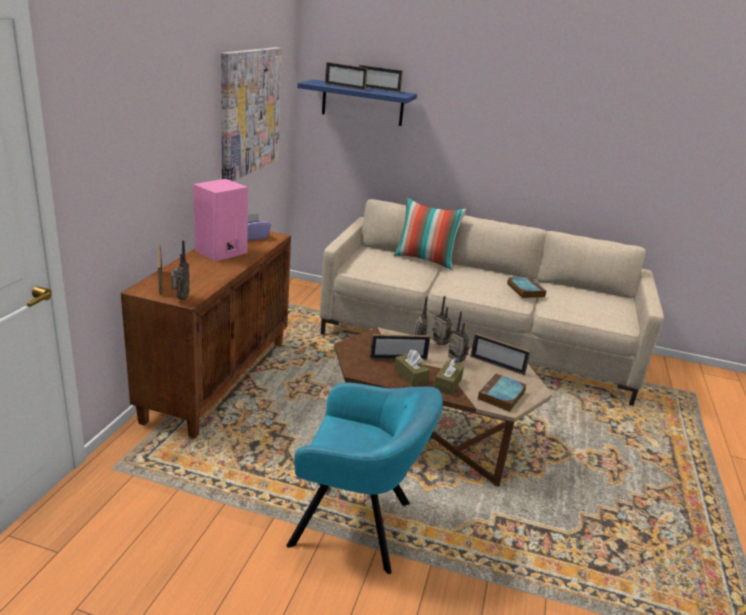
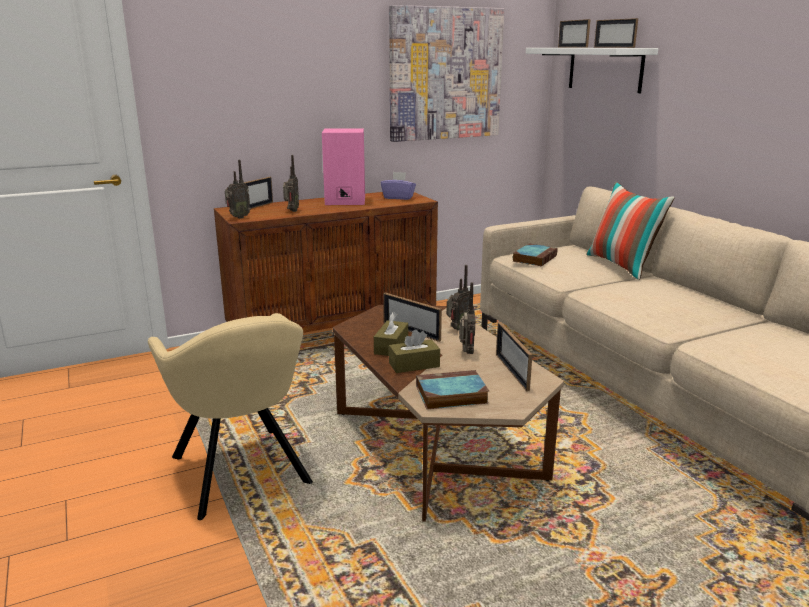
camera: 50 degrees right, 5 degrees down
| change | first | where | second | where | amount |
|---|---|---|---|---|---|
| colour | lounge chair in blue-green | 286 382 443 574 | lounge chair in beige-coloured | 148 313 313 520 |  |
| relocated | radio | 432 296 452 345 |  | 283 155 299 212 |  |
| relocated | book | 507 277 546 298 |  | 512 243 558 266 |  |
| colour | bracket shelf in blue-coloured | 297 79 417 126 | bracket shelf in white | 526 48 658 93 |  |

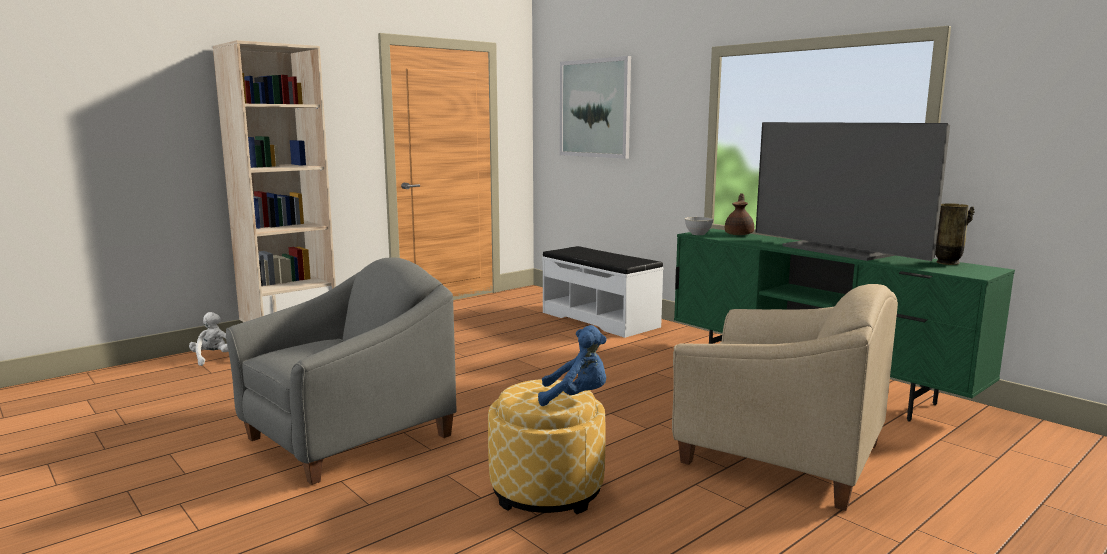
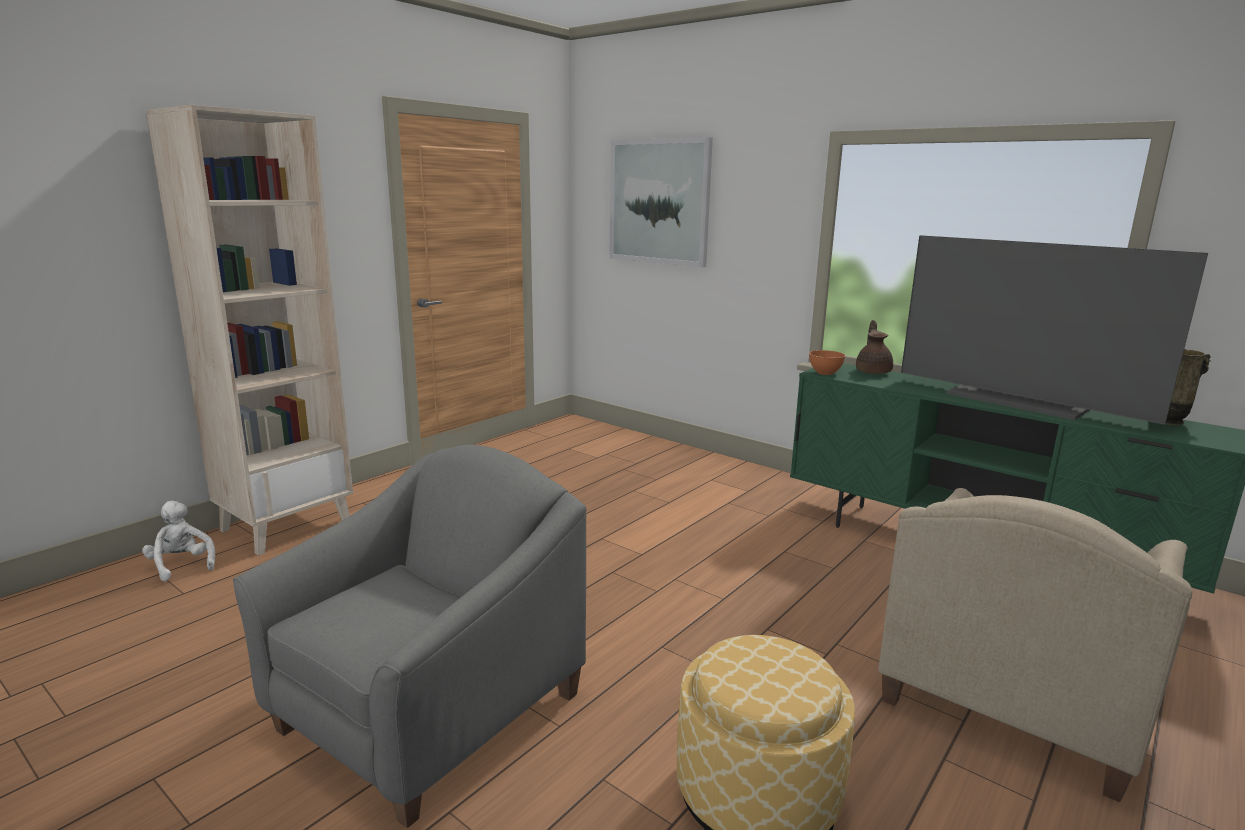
camera: 10 degrees left, 5 degrees up
| change | first | where | second | where | amount |
|---|---|---|---|---|---|
| colour | deep dish in greyish | 685 217 713 235 | deep dish in orange | 809 350 846 375 |  |
| spun | lounge chair in beige-coloured | 672 284 898 511 |  | 878 488 1193 802 | 105 degrees clockwise |
| missing | cuddly toy in blue-coloured | 538 325 607 406 |  |  |  |
| missing | bench in white | 542 246 663 338 |  |  |  |

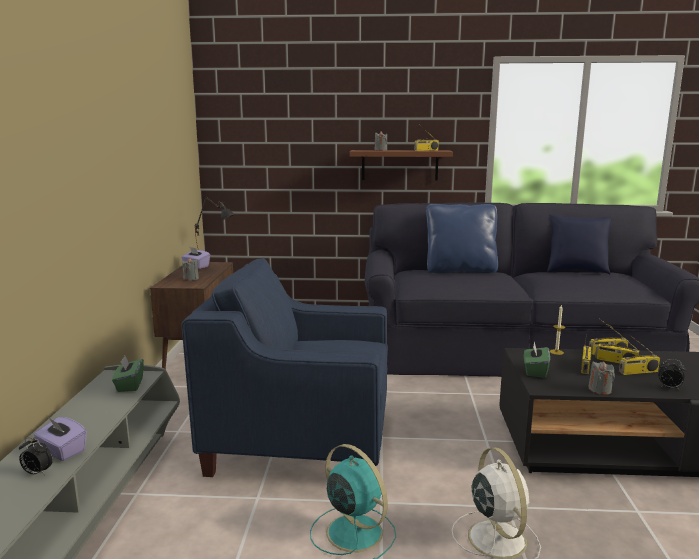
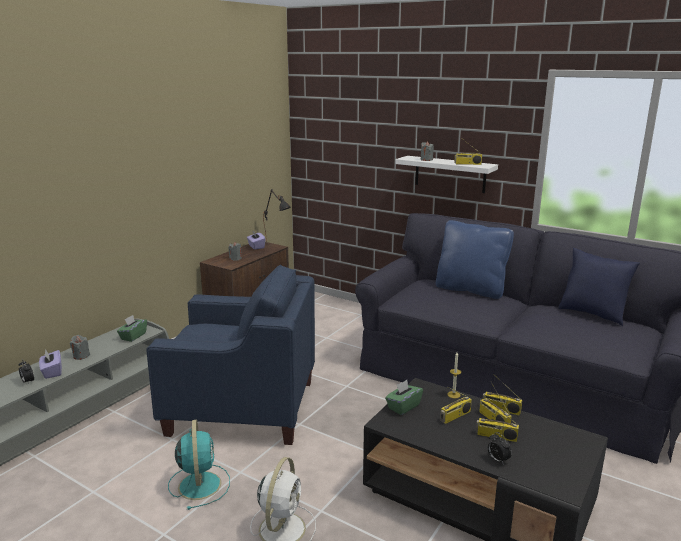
camera: 30 degrees right, 5 degrees up
| change | first | where | second | where | amount |
|---|---|---|---|---|---|
| relocated | candle in greyish | 588 361 615 395 |  | 70 335 90 360 |  |
| spun | lounge chair in blue-coloured | 181 258 388 477 |  | 146 265 315 445 | 150 degrees clockwise |
| colour | bracket shelf in brown | 350 150 453 180 | bracket shelf in white | 395 156 498 193 |  |

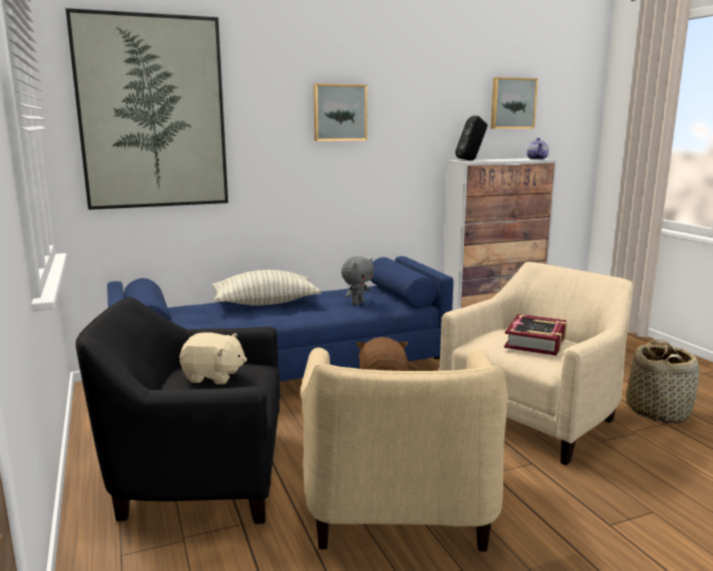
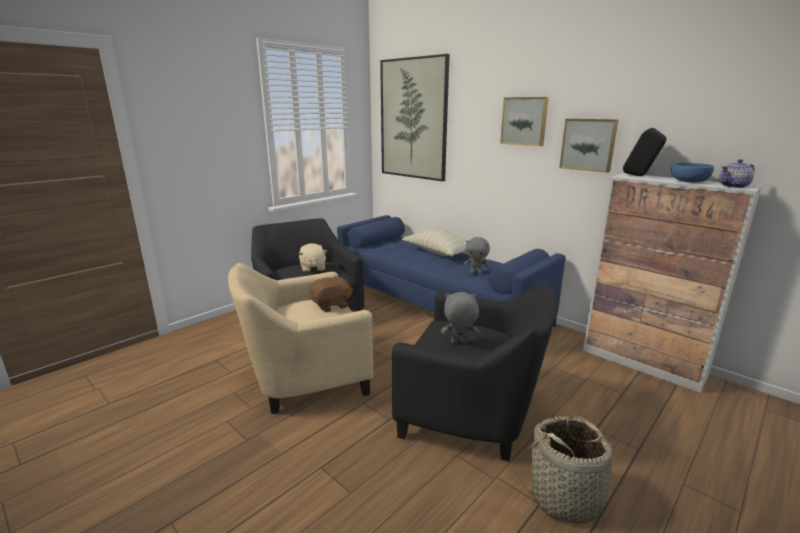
camera: 65 degrees right, 5 degrees up
| change | first | where | second | where | amount |
|---|---|---|---|---|---|
| colour | lounge chair in beige-coloured | 439 262 633 465 | lounge chair in black | 392 283 557 461 |  |
| exchanged | book | 504 314 567 356 | cuddly toy in greyish | 441 292 479 343 |  |
| relocated | wall picture | 491 77 538 129 |  | 559 119 618 173 |  |
| appeared |  |  | deep dish in blue-coloured | 671 163 714 182 |  |

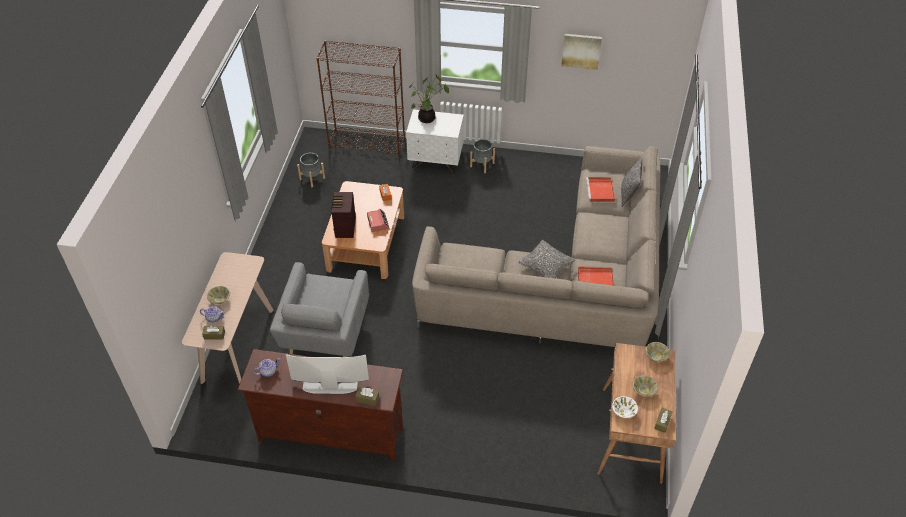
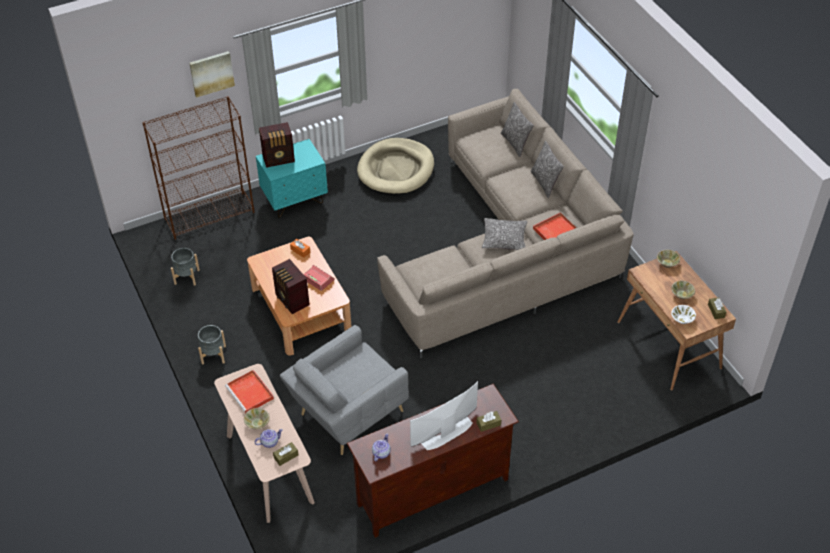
camera: 35 degrees left, 0 degrees up
| change | first | where | second | where | amount |
|---|---|---|---|---|---|
| relocated | wall picture | 561 34 602 70 |  | 189 51 235 98 |  |
| relocated | planter in greyish | 470 139 495 173 |  | 198 325 226 364 |  |
| relocated | tray in red-coloured | 586 177 615 202 |  | 225 370 274 413 |  |
| colour | bedside table in white | 406 109 464 173 | bedside table in blue-green | 256 139 328 218 |  |
| exchanged | houseplant | 409 75 449 123 | radio | 259 122 295 168 |  |
| spun | lounge chair in greyish | 270 262 369 357 |  | 280 325 409 455 | 75 degrees clockwise |
| appeared |  |  | dog bed in beige-coloured | 357 138 434 195 |  |
| appeared |  |  | throw pillow | 531 141 564 198 |  |

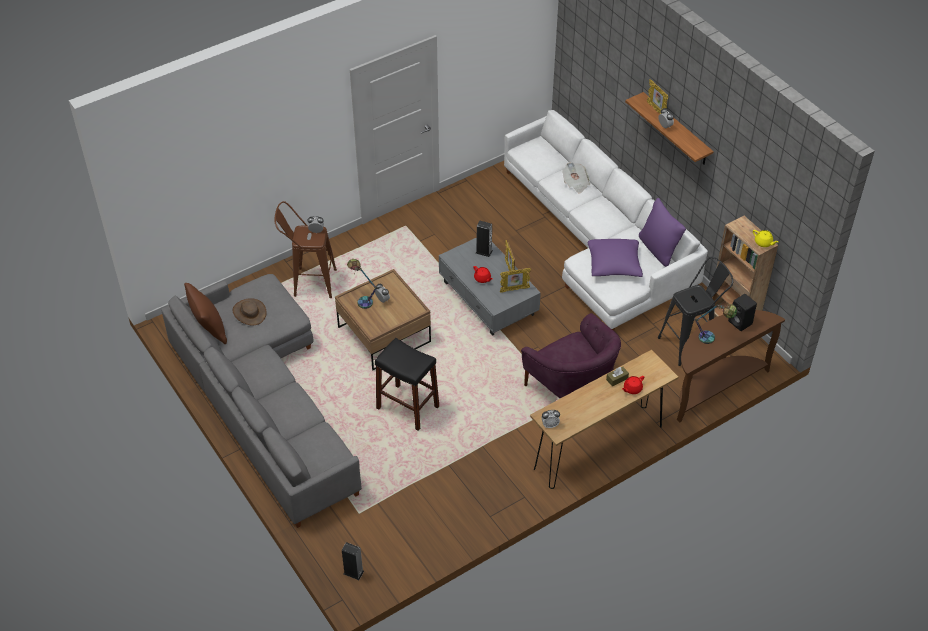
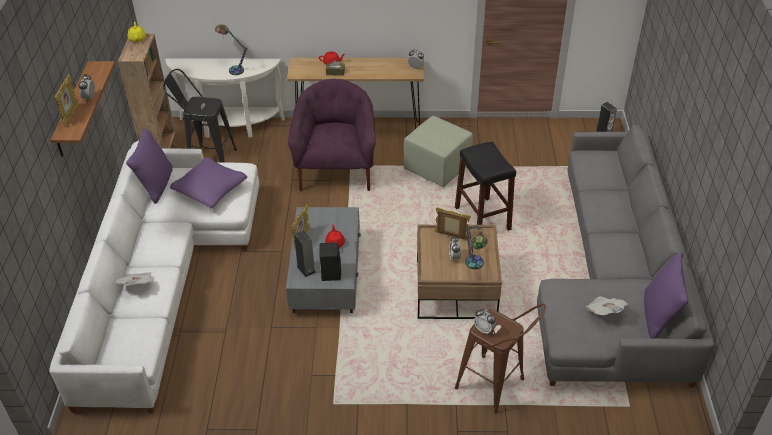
camera: 145 degrees left, 5 degrees down
| change | first | where | second | where | amount |
|---|---|---|---|---|---|
| colour | narrow table in brown | 677 310 785 423 | narrow table in white | 166 59 285 138 |  |
| relocated | speaker in black | 728 294 757 331 |  | 320 242 341 281 |  |
| appeared |  |  | ottoman in green | 404 116 473 187 |  |
| relocated | standing frame | 500 268 531 293 |  | 435 207 471 240 |  |
| exchanged | clothing hat in brown | 233 298 266 325 | newspaper | 585 296 628 315 |  |
| colour | throw pillow in brown | 184 283 227 344 | throw pillow in purplish | 644 253 688 339 |  |

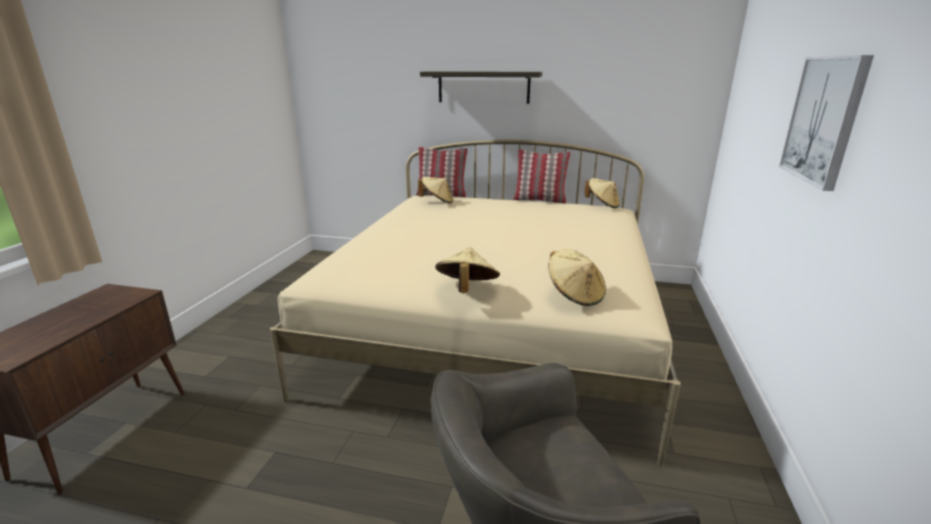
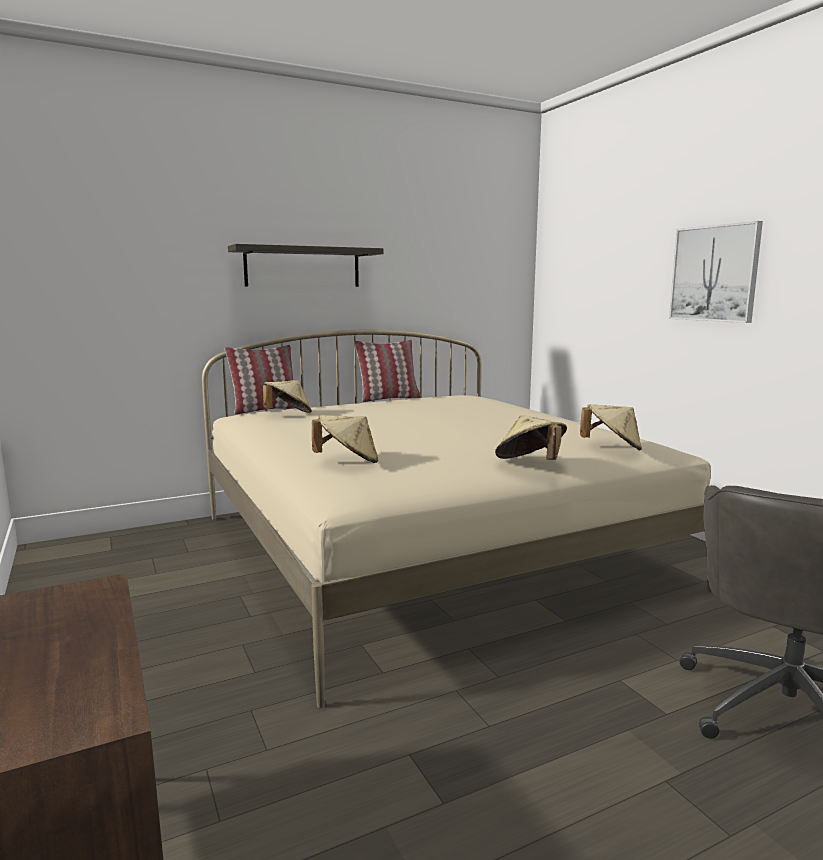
camera: 40 degrees left, 10 degrees down
| change | first | where | second | where | amount |
|---|---|---|---|---|---|
| relocated | clothing hat in beige-coloured | 585 178 620 208 |  | 312 415 378 463 |  |

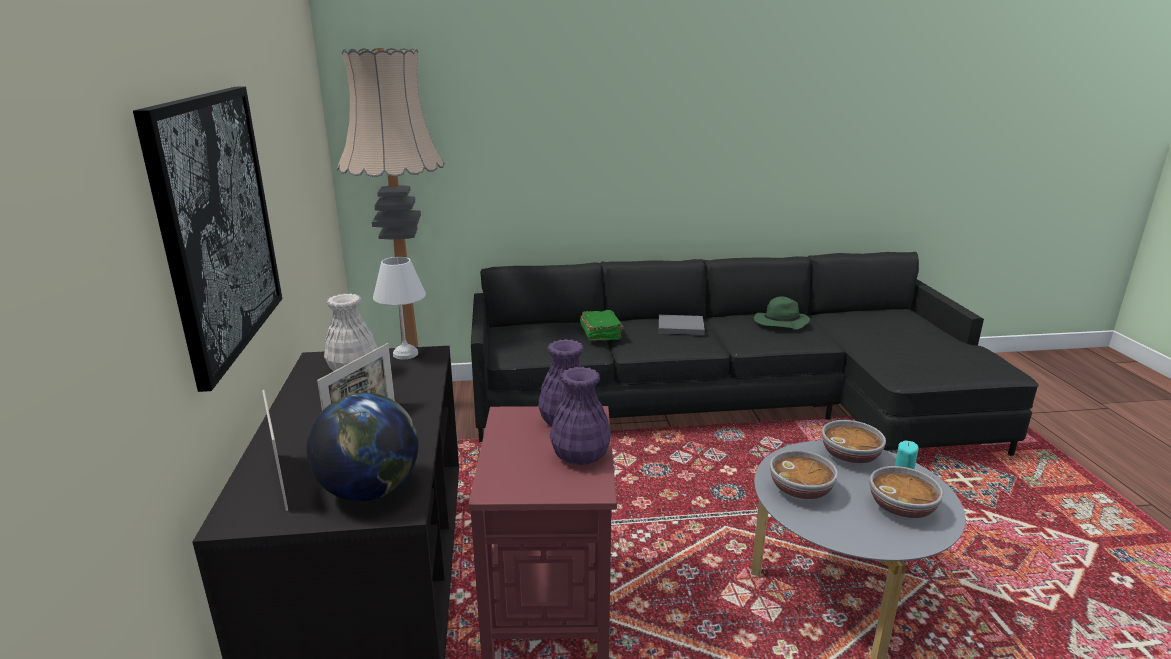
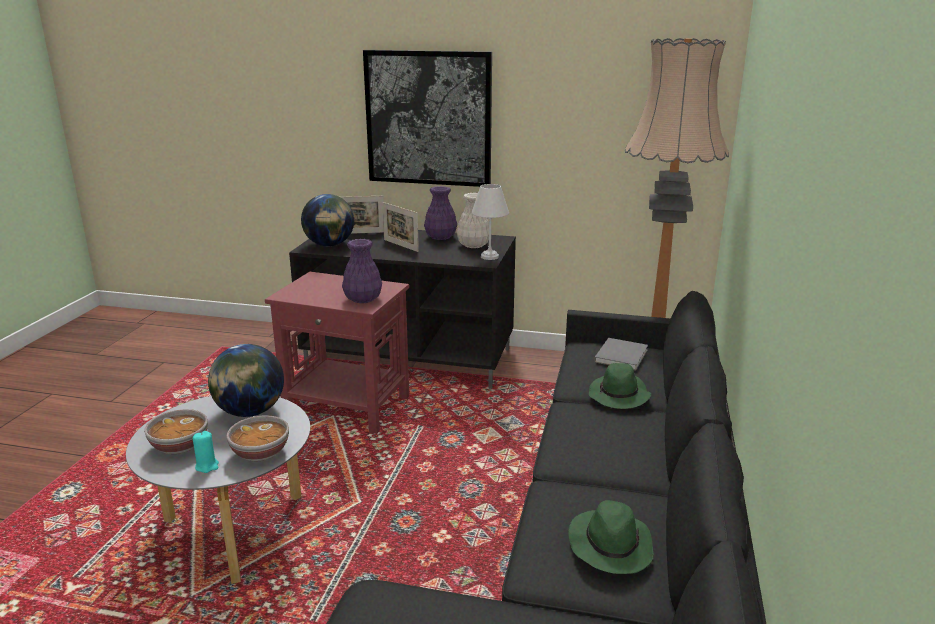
camera: 110 degrees right, 0 degrees up
| change | first | where | second | where | amount |
|---|---|---|---|---|---|
| exchanged | deep dish | 770 450 838 501 | desk globe | 208 344 284 417 |  |
| relocated | flower vase in purplish | 550 367 611 465 |  | 424 186 457 240 |  |
| exchanged | book in green | 580 310 624 341 | clothing hat in green | 589 363 651 409 |  |
| relocated | book in greyish | 659 315 705 335 |  | 594 338 648 371 |  |

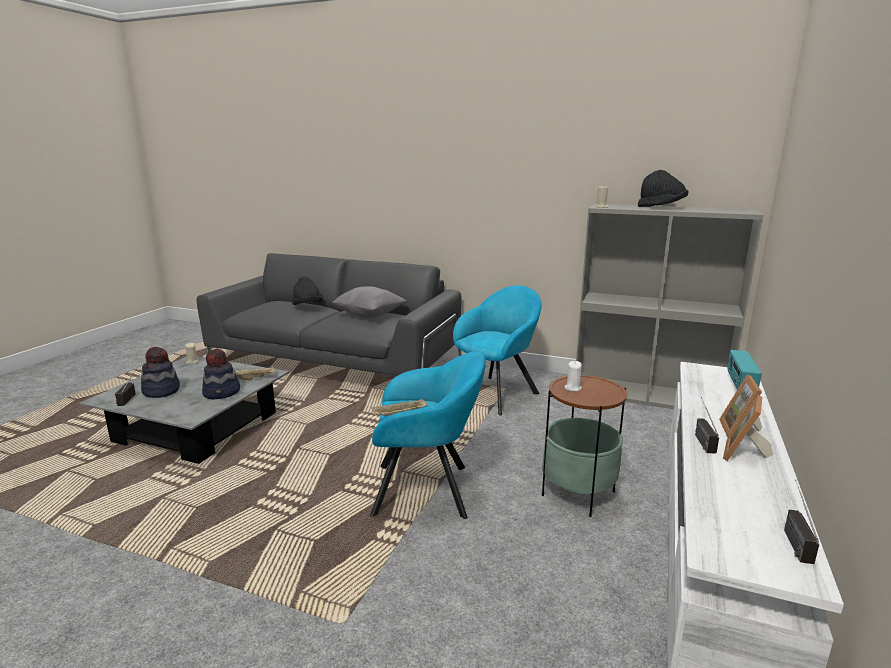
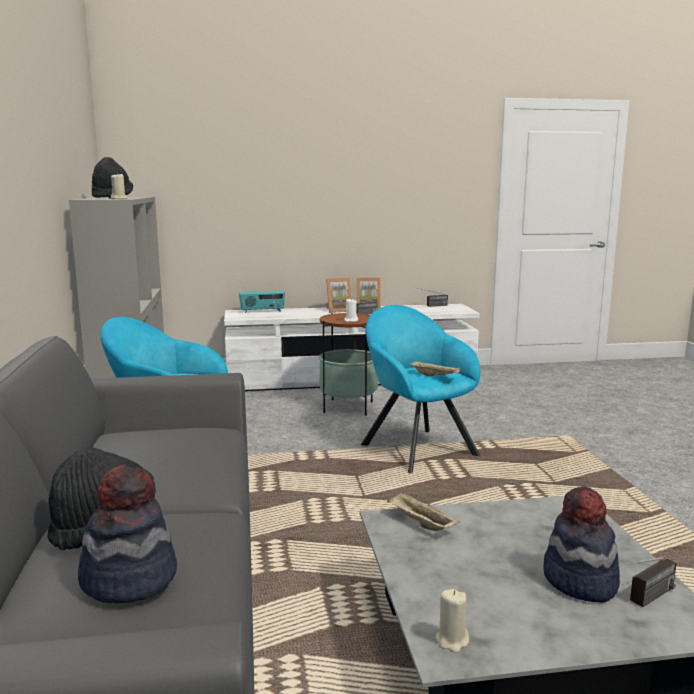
camera: 120 degrees left, 5 degrees down
| change | first | where | second | where | amount |
|---|---|---|---|---|---|
| relocated | clothing hat | 202 348 240 399 |  | 78 465 177 603 |  |
| missing | throw pillow in greyish | 332 286 406 318 |  |  |  |

